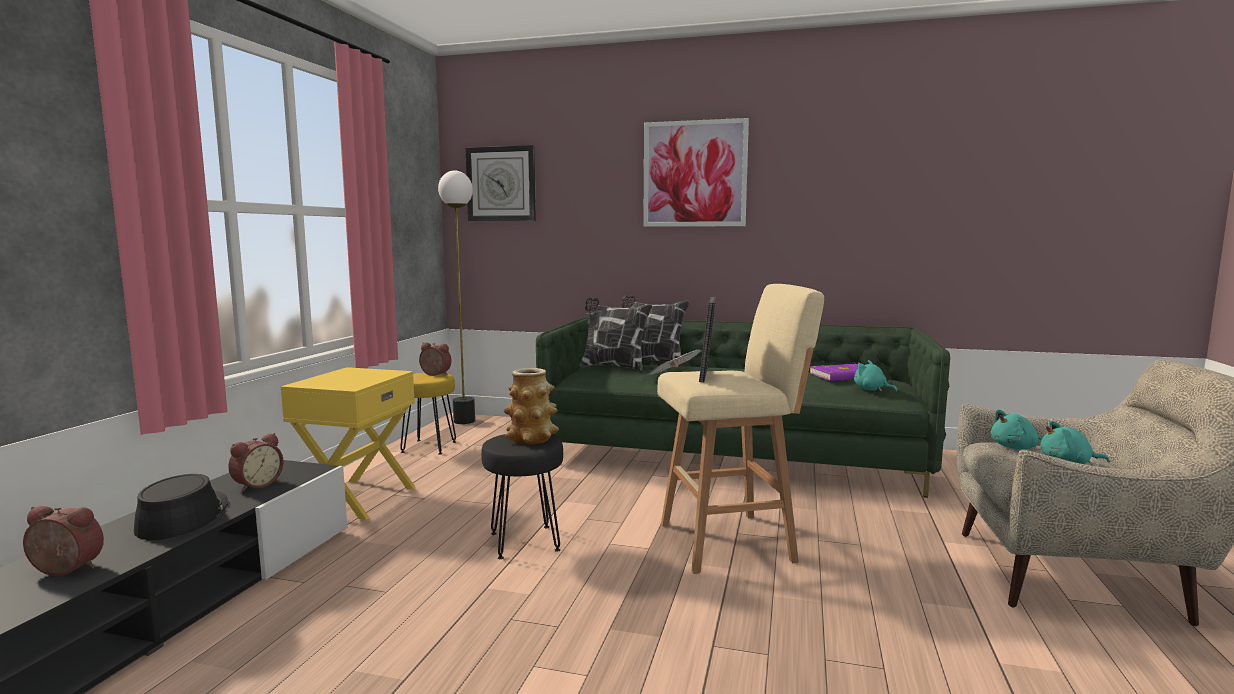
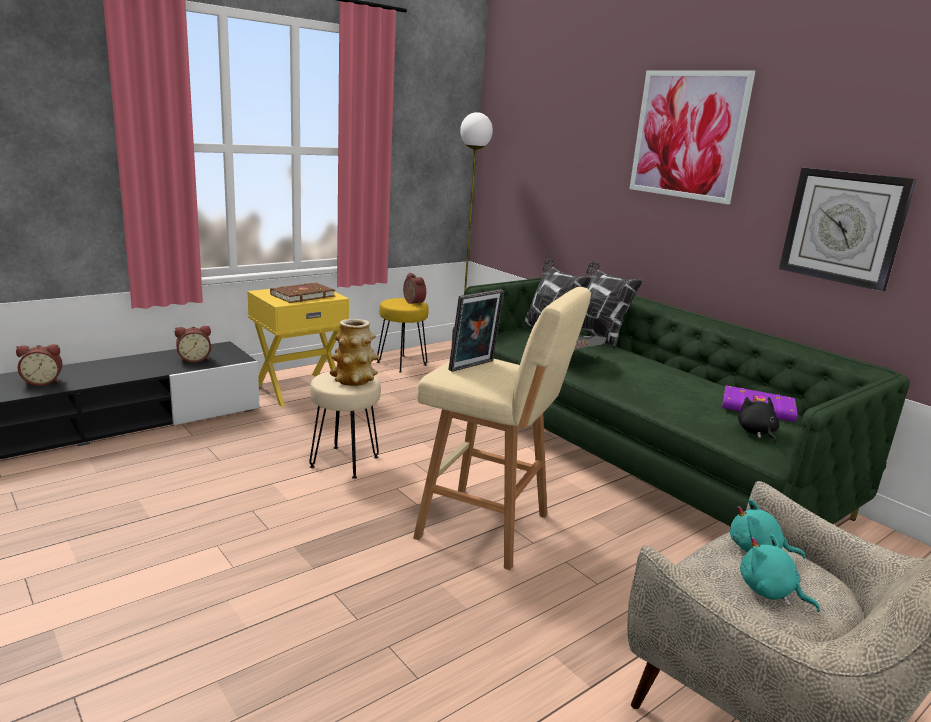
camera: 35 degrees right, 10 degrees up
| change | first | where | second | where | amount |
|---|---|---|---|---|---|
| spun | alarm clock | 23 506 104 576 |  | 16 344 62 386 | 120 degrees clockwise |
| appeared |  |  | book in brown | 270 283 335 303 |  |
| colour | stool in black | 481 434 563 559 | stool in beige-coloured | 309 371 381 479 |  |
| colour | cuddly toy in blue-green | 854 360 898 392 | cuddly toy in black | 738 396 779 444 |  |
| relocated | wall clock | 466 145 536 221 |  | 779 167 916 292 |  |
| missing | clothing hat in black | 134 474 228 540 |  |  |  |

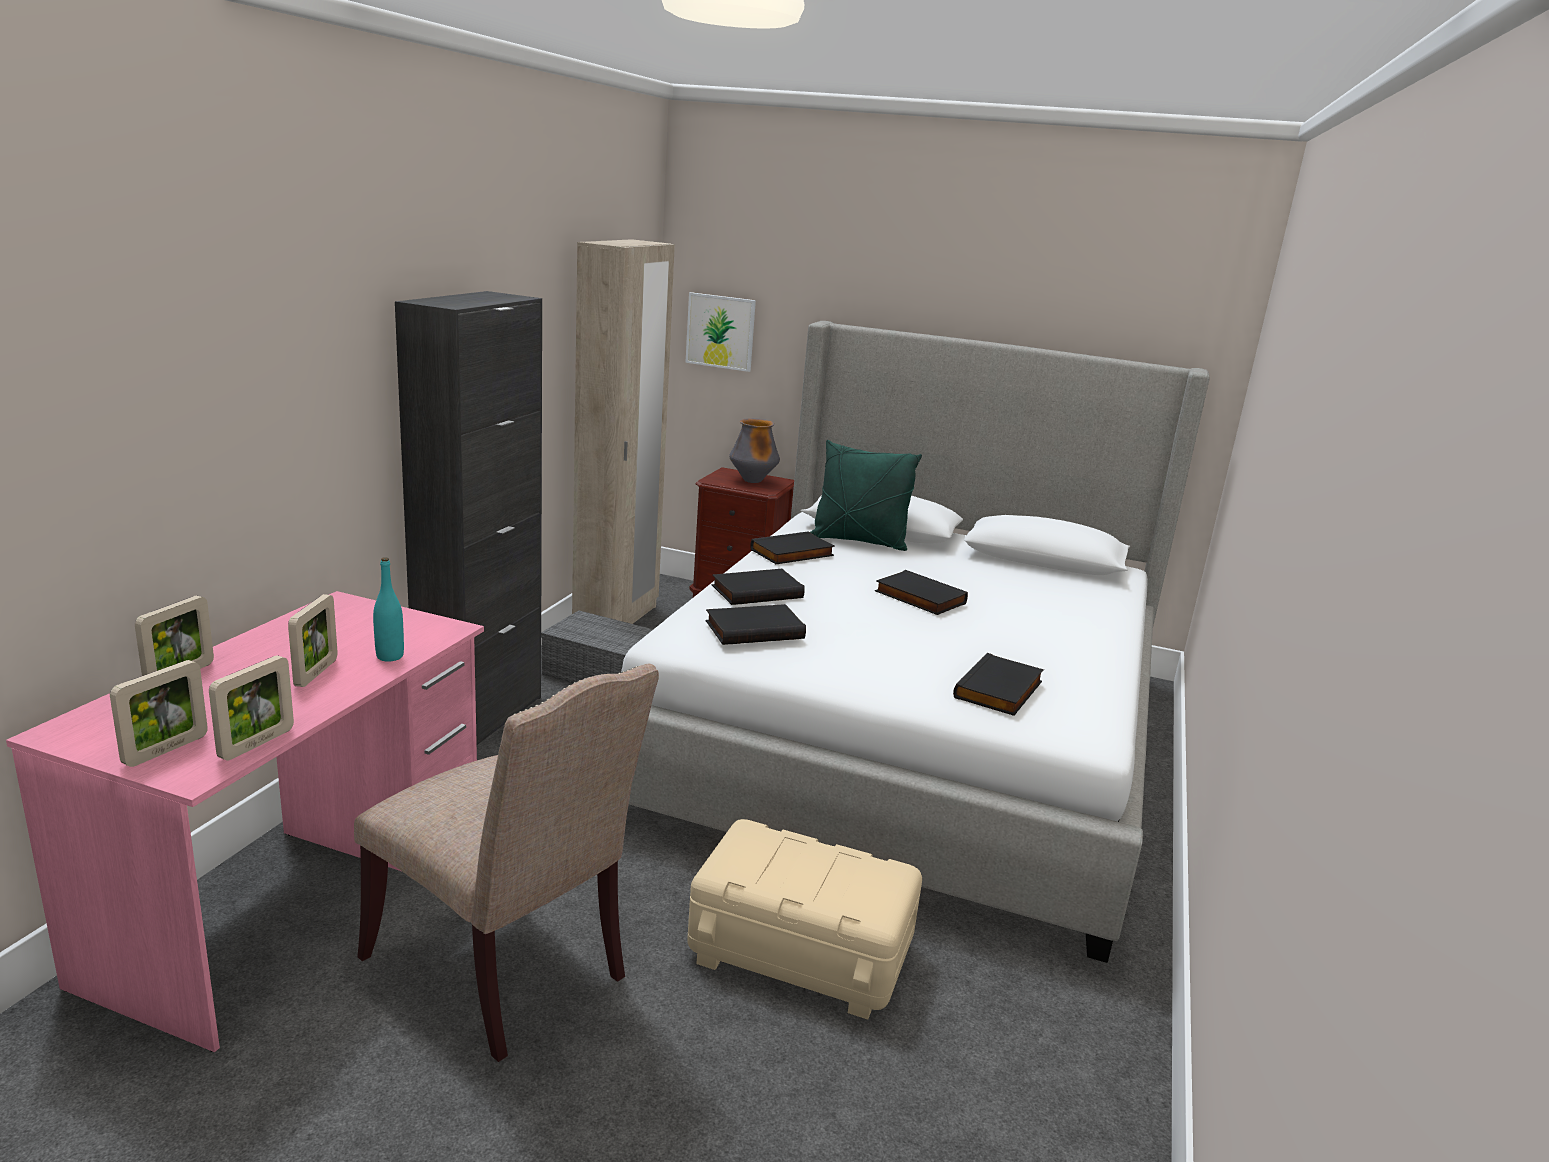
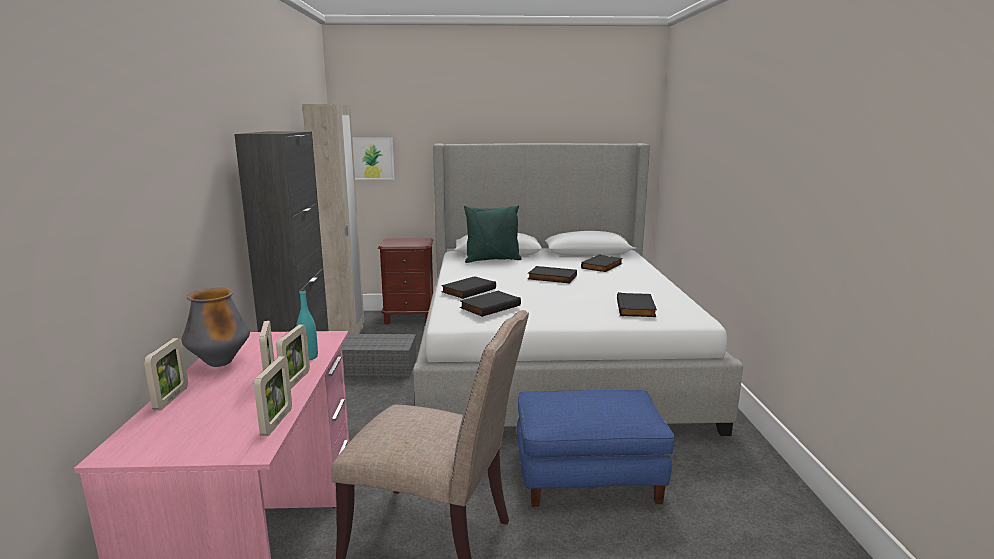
camera: 20 degrees left, 5 degrees down
| change | first | where | second | where | amount |
|---|---|---|---|---|---|
| relocated | flower vase | 729 418 780 483 |  | 181 287 250 367 |  |
| relocated | standing frame | 110 660 208 767 |  | 276 325 310 389 |  |
| exchanged | storage box in beige-coloured | 687 819 922 1020 | ottoman in blue-coloured | 517 390 675 507 |  |
| relocated | book in black | 750 531 835 564 |  | 581 254 623 272 |  |

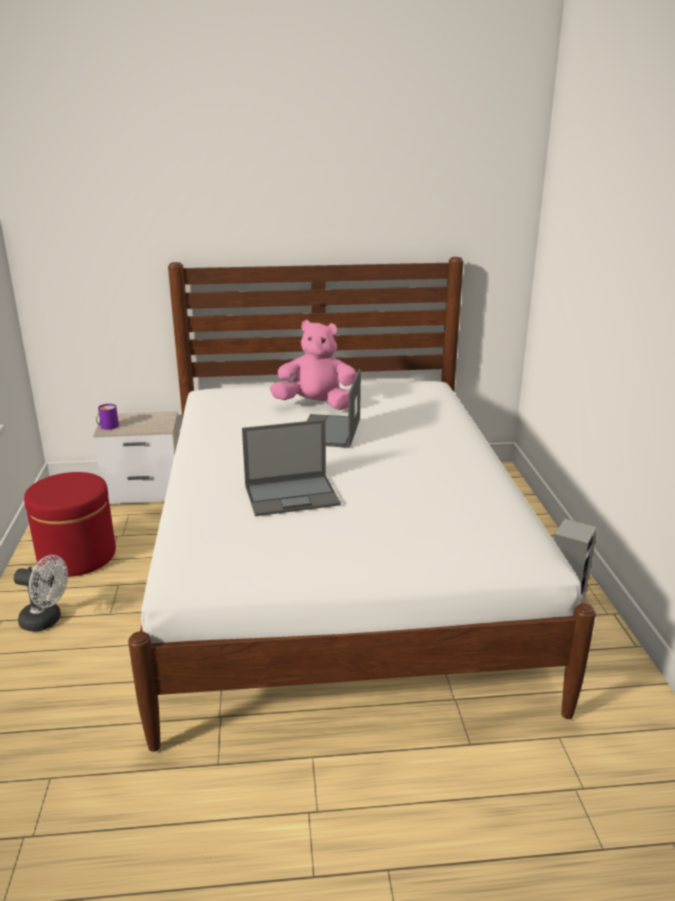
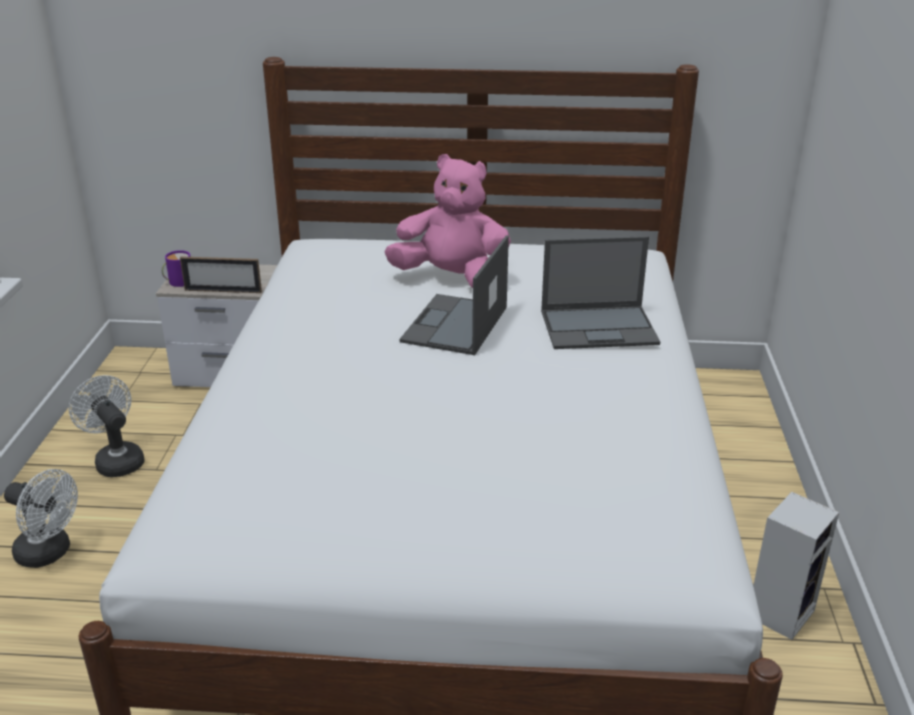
camera: 10 degrees right, 5 degrees up
| change | first | where | second | where | amount |
|---|---|---|---|---|---|
| exchanged | ottoman in red-coloured | 24 472 116 577 | electric fan in white | 69 375 144 477 |  |
| appeared |  |  | standing frame | 180 256 262 293 |  |
| relocated | portable computer | 242 419 341 516 |  | 541 236 660 349 |  |

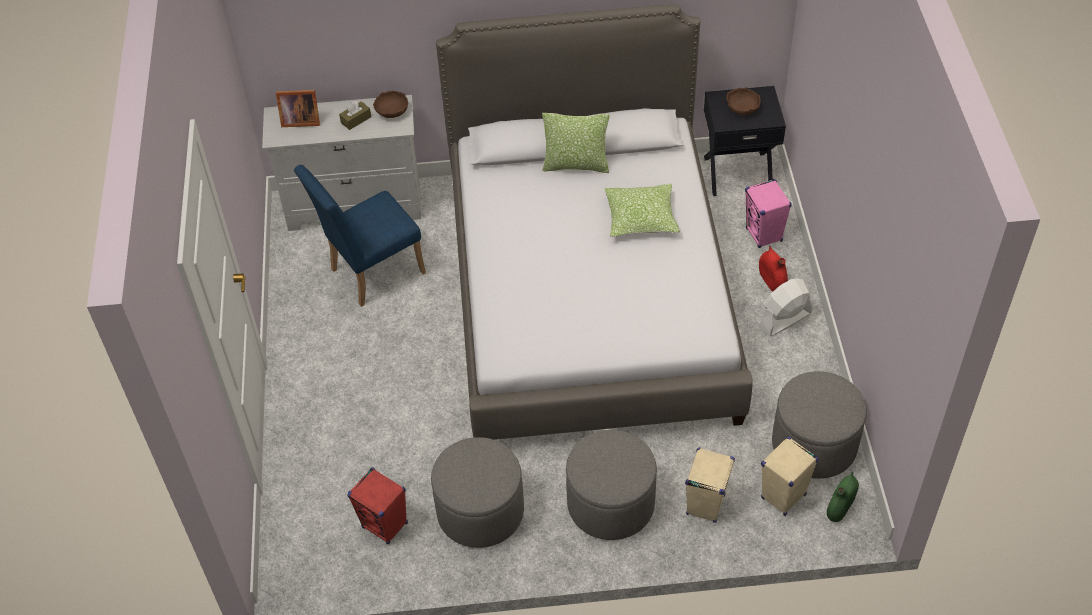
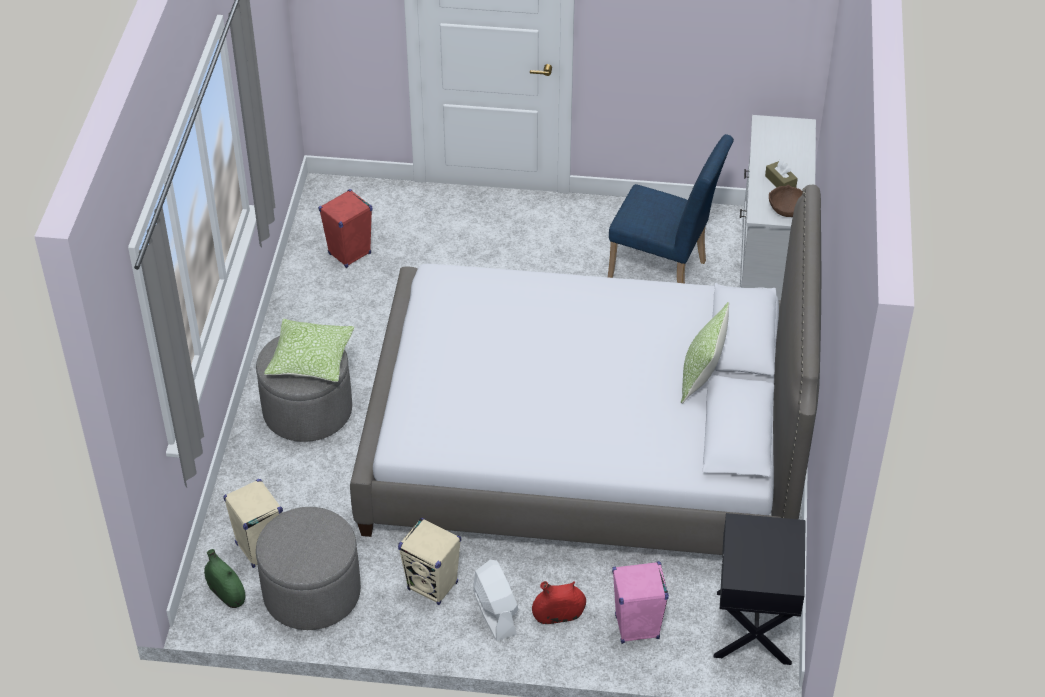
camera: 100 degrees right, 5 degrees down
| change | first | where | second | where | amount |
|---|---|---|---|---|---|
| relocated | throw pillow | 605 184 680 237 |  | 264 319 354 382 |  |
| relocated | speaker in beige-coloured | 685 447 735 523 |  | 398 518 461 605 |  |
| spun | chair in blue-coloured | 294 165 426 307 |  | 608 134 734 283 | 135 degrees clockwise |
| missing | standing frame | 276 90 320 127 |  |  |  |
| missing | ottoman in greyish | 431 437 524 548 |  |  |  |
| missing | deep dish in brown | 726 87 761 115 |  |  |  |

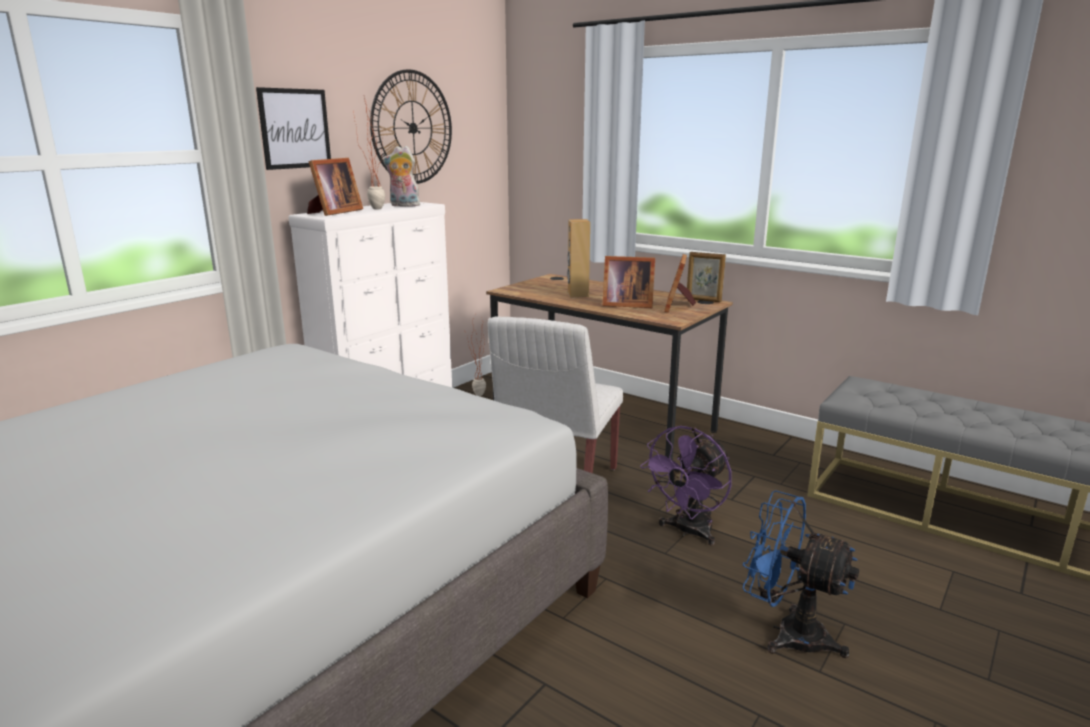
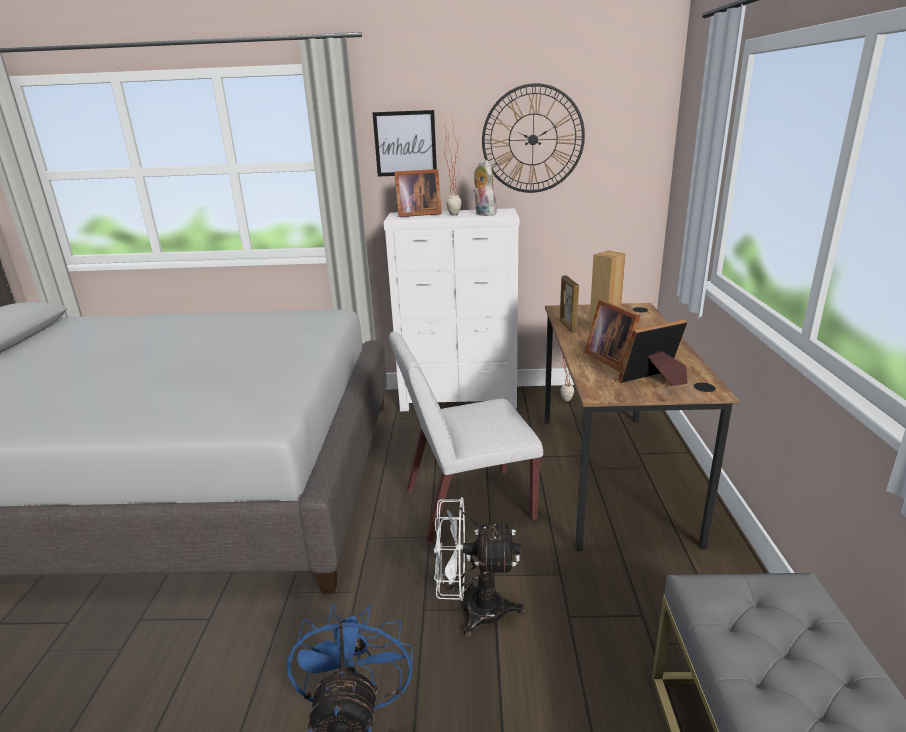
camera: 55 degrees right, 5 degrees up
| change | first | where | second | where | amount |
|---|---|---|---|---|---|
| colour | electric fan in purplish | 640 426 732 546 | electric fan in white | 434 497 524 637 |  |
| relocated | standing frame | 687 252 726 302 |  | 560 275 579 333 |  |

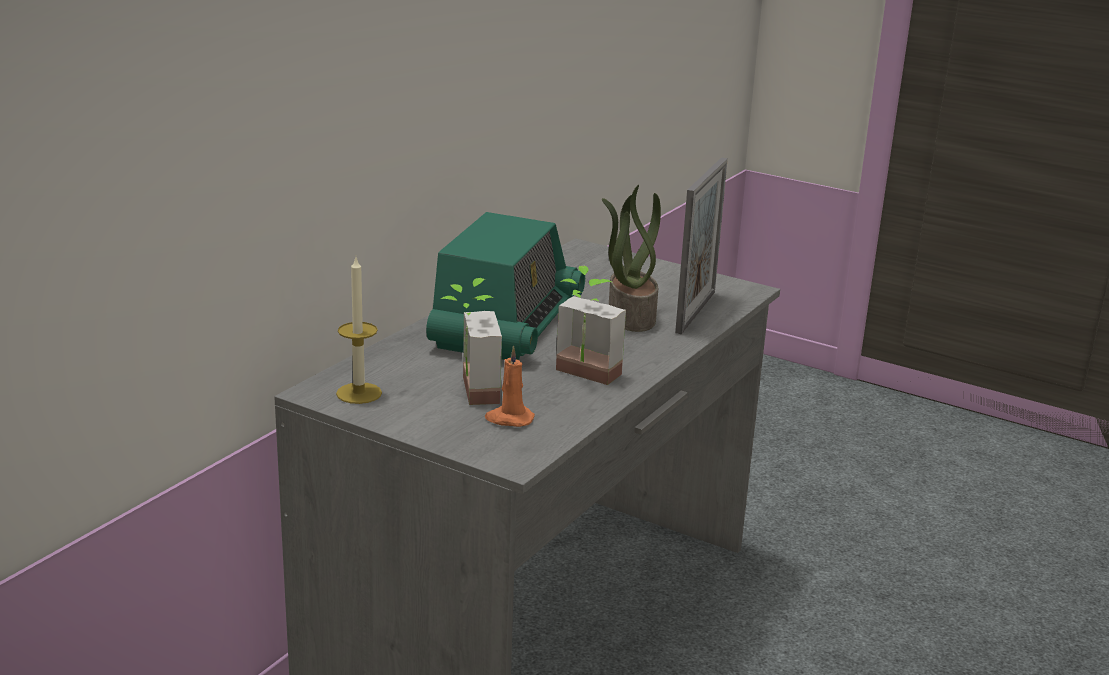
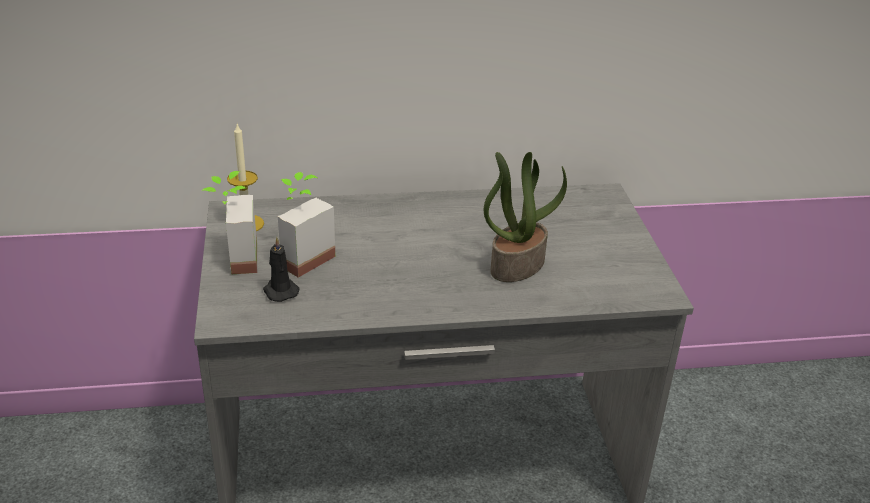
camera: 50 degrees right, 10 degrees up
| change | first | where | second | where | amount |
|---|---|---|---|---|---|
| relocated | houseplant | 556 266 626 385 |  | 201 171 257 274 |  |
| colour | candle in orange | 485 345 535 427 | candle in black | 263 237 300 302 |  |
| missing | radio | 426 212 585 360 |  |  |  |
| missing | standing frame | 675 157 728 334 |  |  |  |

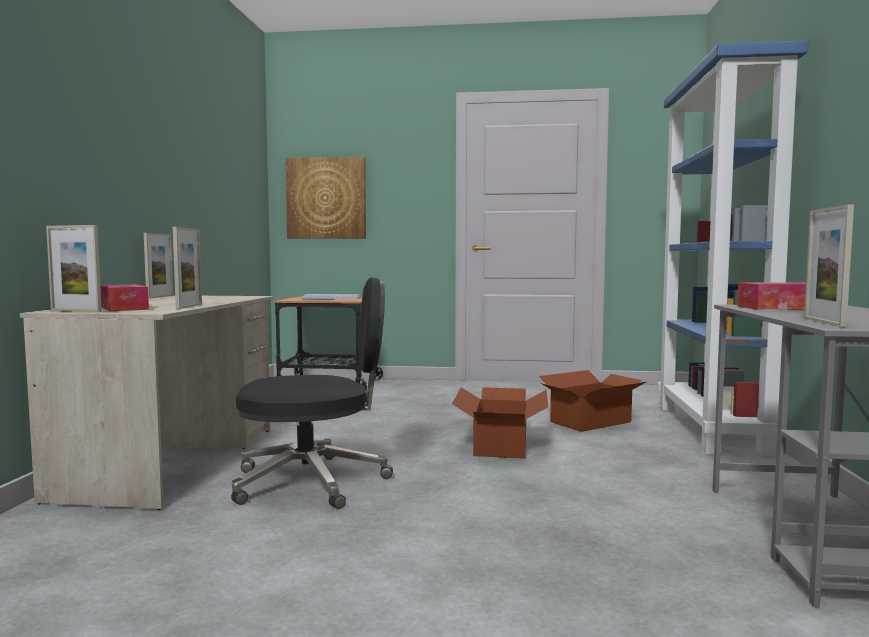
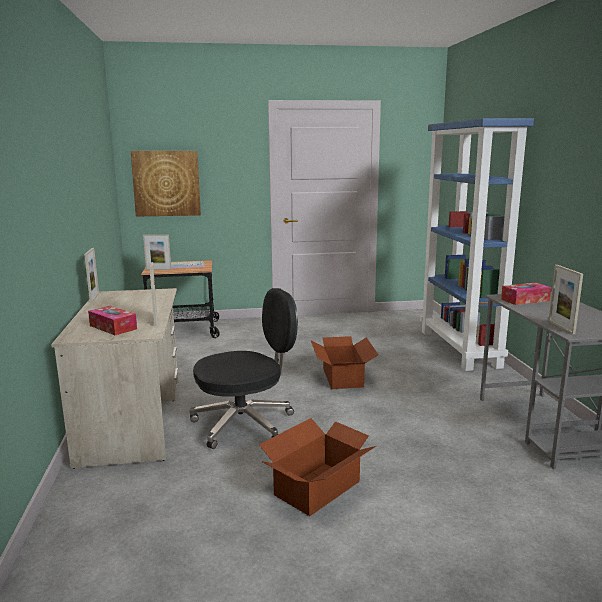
camera: 15 degrees left, 10 degrees up
| change | first | where | second | where | amount |
|---|---|---|---|---|---|
| relocated | standing frame | 46 225 102 312 |  | 143 235 171 270 |  |
| relocated | carton | 539 370 646 432 |  | 259 418 376 516 |  |

